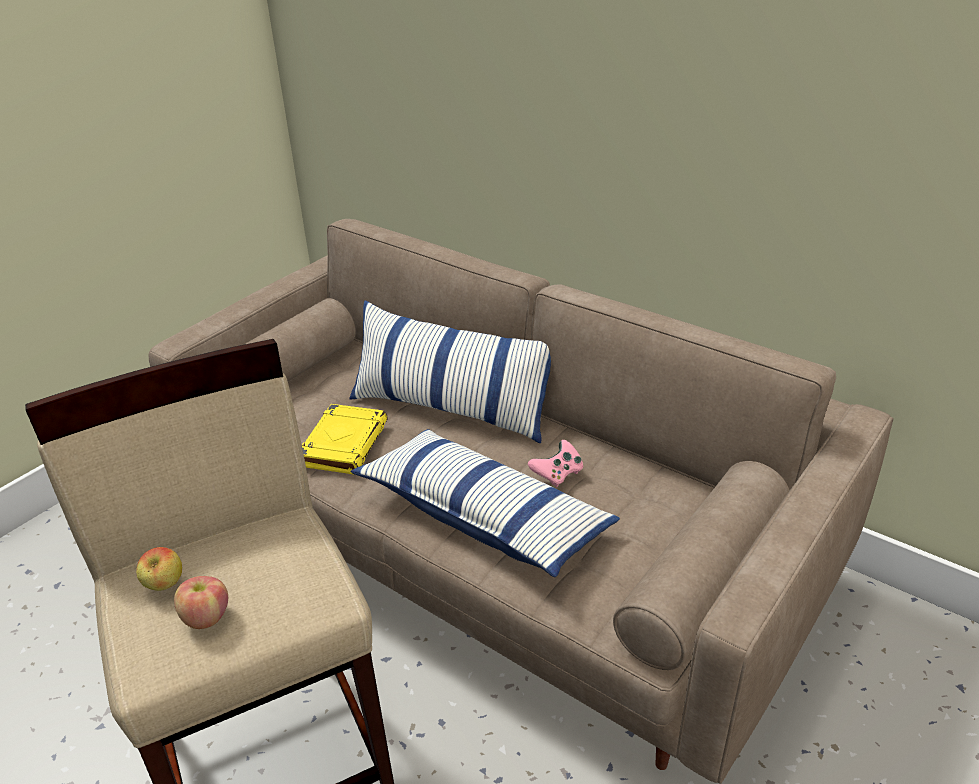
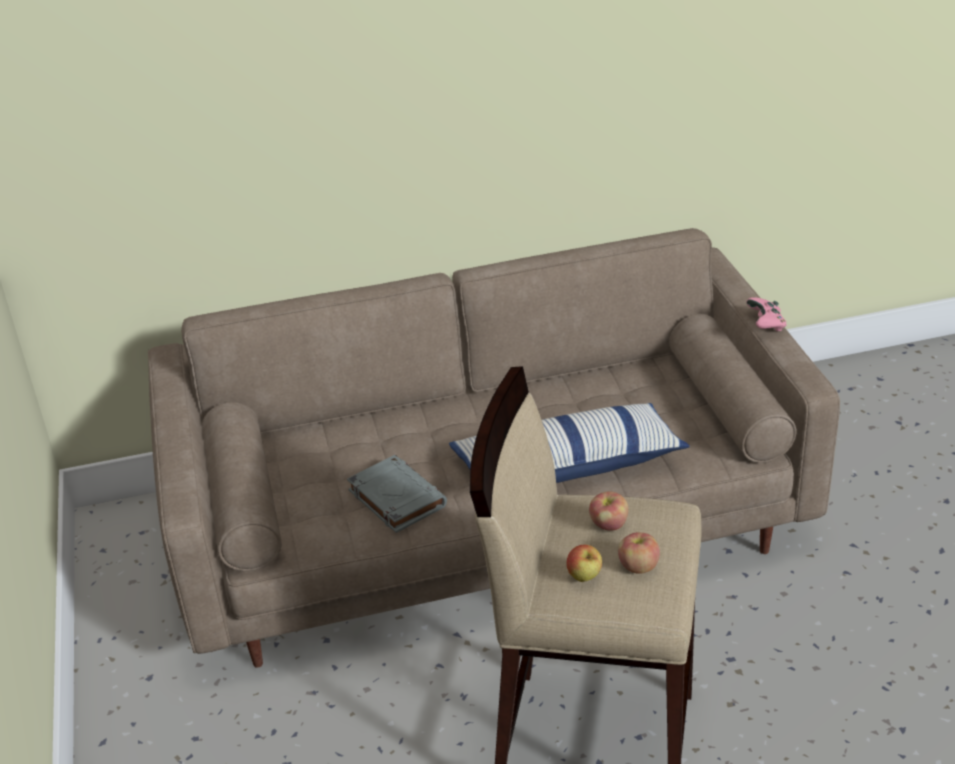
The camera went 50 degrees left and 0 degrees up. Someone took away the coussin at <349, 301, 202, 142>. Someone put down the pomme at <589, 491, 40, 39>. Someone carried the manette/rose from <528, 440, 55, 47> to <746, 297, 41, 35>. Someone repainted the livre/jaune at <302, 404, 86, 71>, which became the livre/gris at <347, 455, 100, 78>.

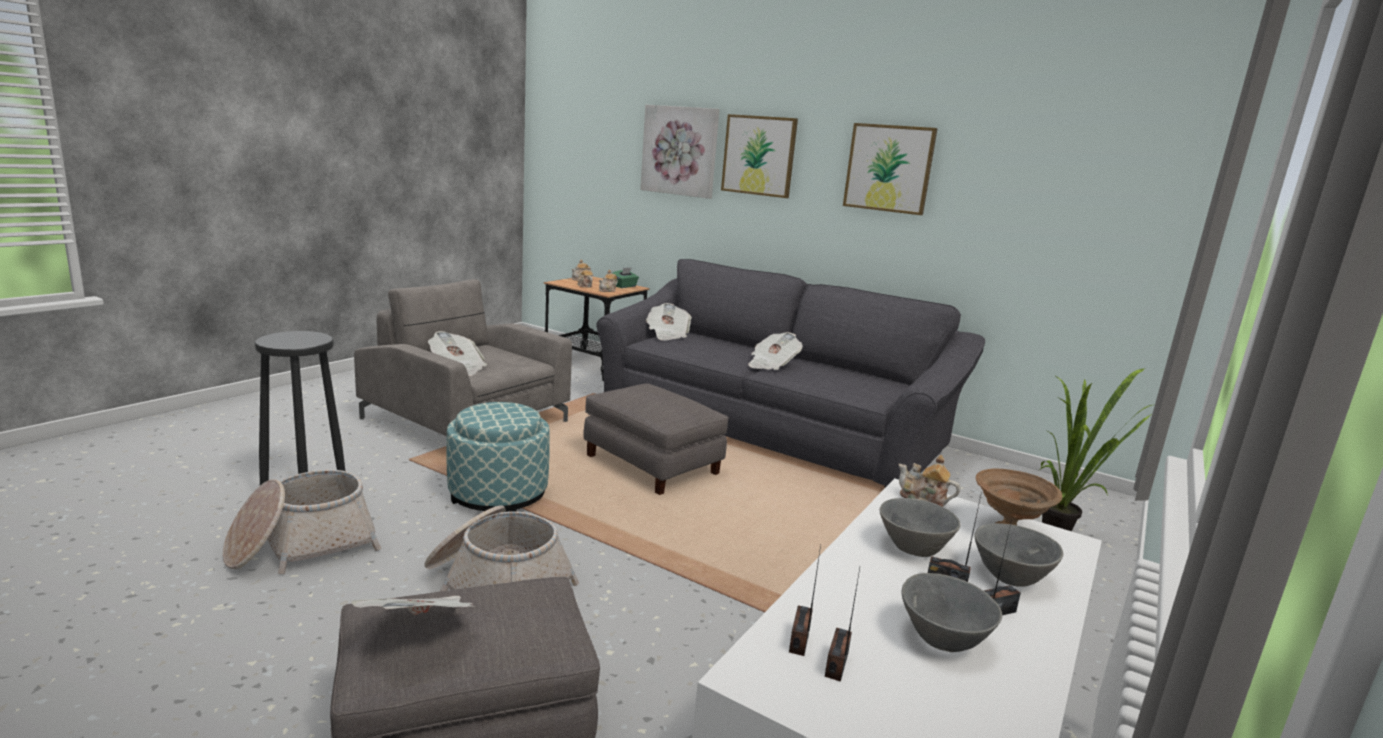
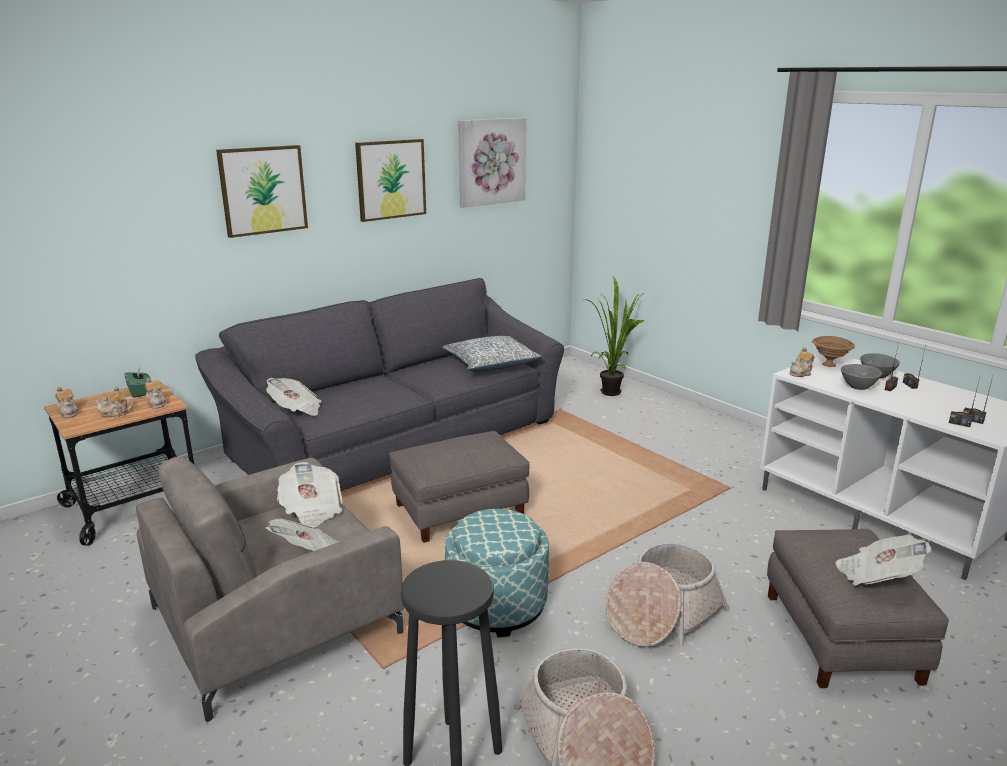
The camera went 70 degrees left and 5 degrees up. Someone took away the bol/gris at <901, 573, 101, 79>. Someone put down the coussin at <443, 336, 99, 36>. Someone carried the tableau from <640, 105, 80, 94> to <458, 118, 68, 90>. Someone carried the journal from <748, 332, 55, 38> to <277, 462, 65, 66>.

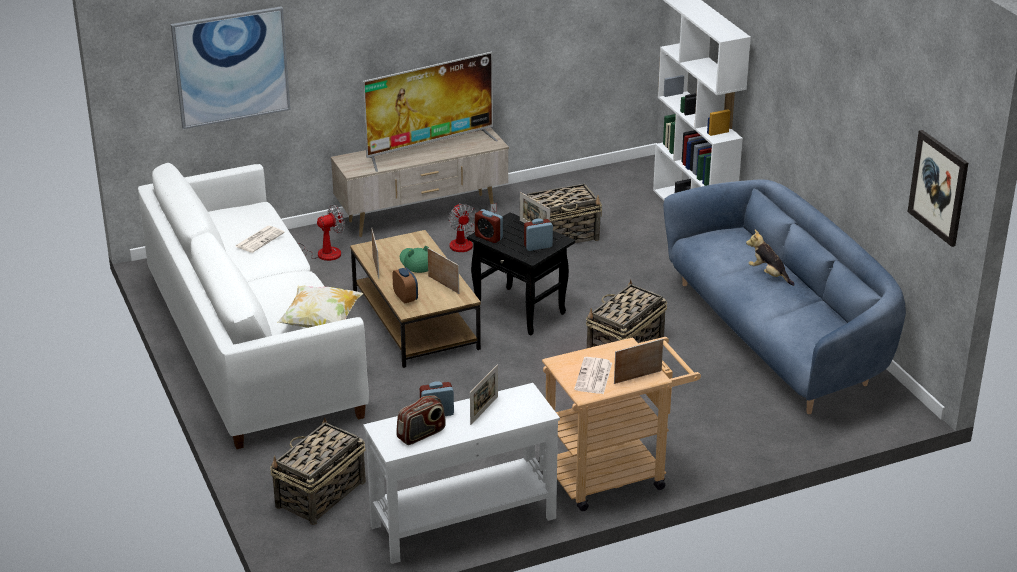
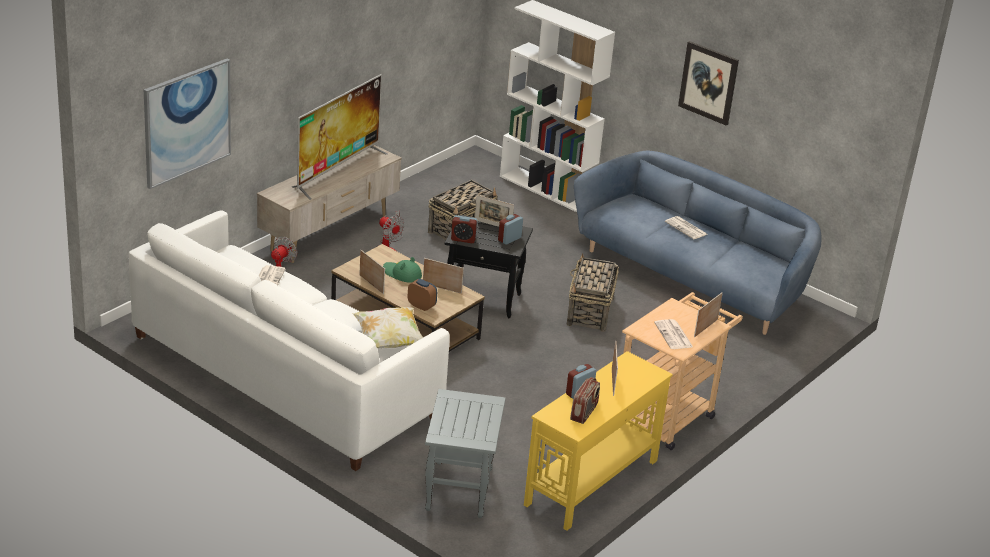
The camera went 30 degrees left and 0 degrees up. Someone carried the tableau from <908, 130, 60, 117> to <678, 41, 61, 85>. Someone swapped the panier at <270, 417, 96, 108> for the table d'appoint/gris at <425, 389, 81, 129>. Someone swapped the peluche at <746, 230, 49, 56> for the journal at <665, 216, 42, 23>. Someone repainted the table console/blanc at <363, 383, 197, 181>, which became the table console/jaune at <524, 351, 149, 180>.

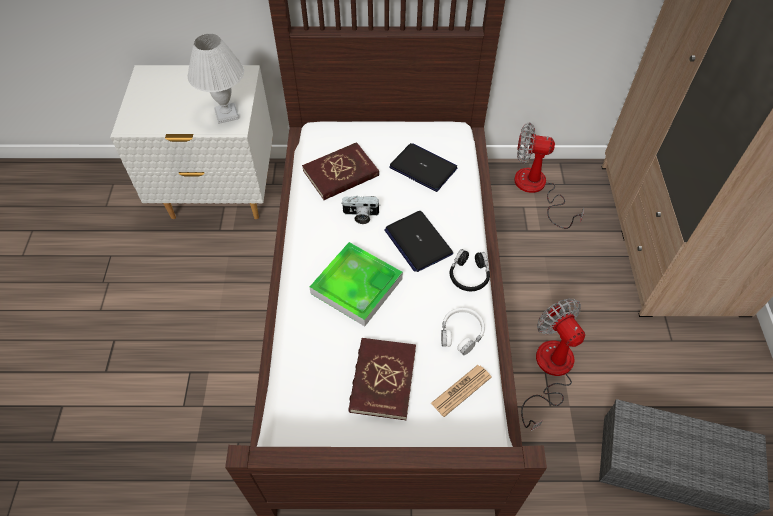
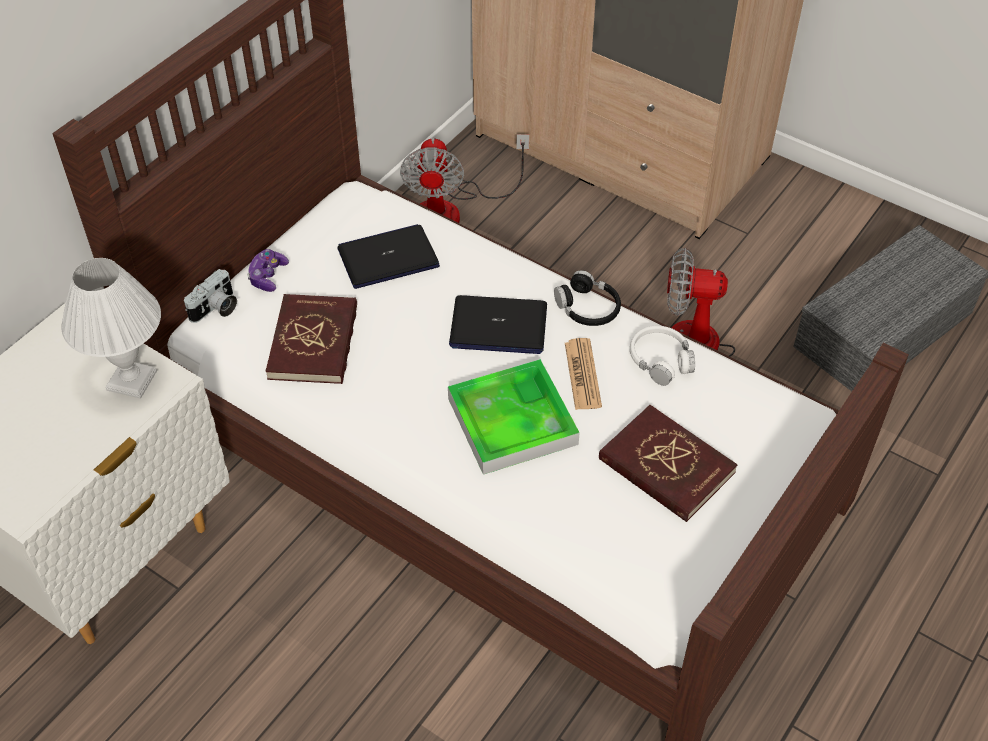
The camera went 55 degrees left and 5 degrees down. Someone put down the manette at <247, 249, 42, 43>. Someone carried the appareil photo from <341, 196, 39, 28> to <184, 269, 53, 54>. Someone carried the journal from <431, 365, 61, 52> to <565, 338, 37, 72>. Someone rotated the ventilateur at <514, 123, 70, 106> by 45 degrees counterclockwise.

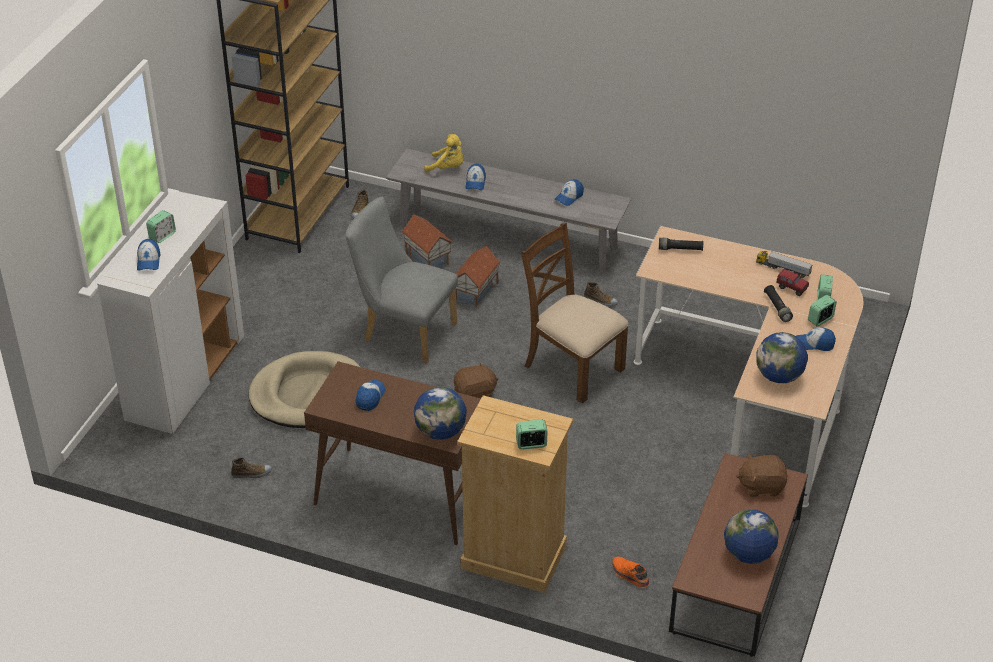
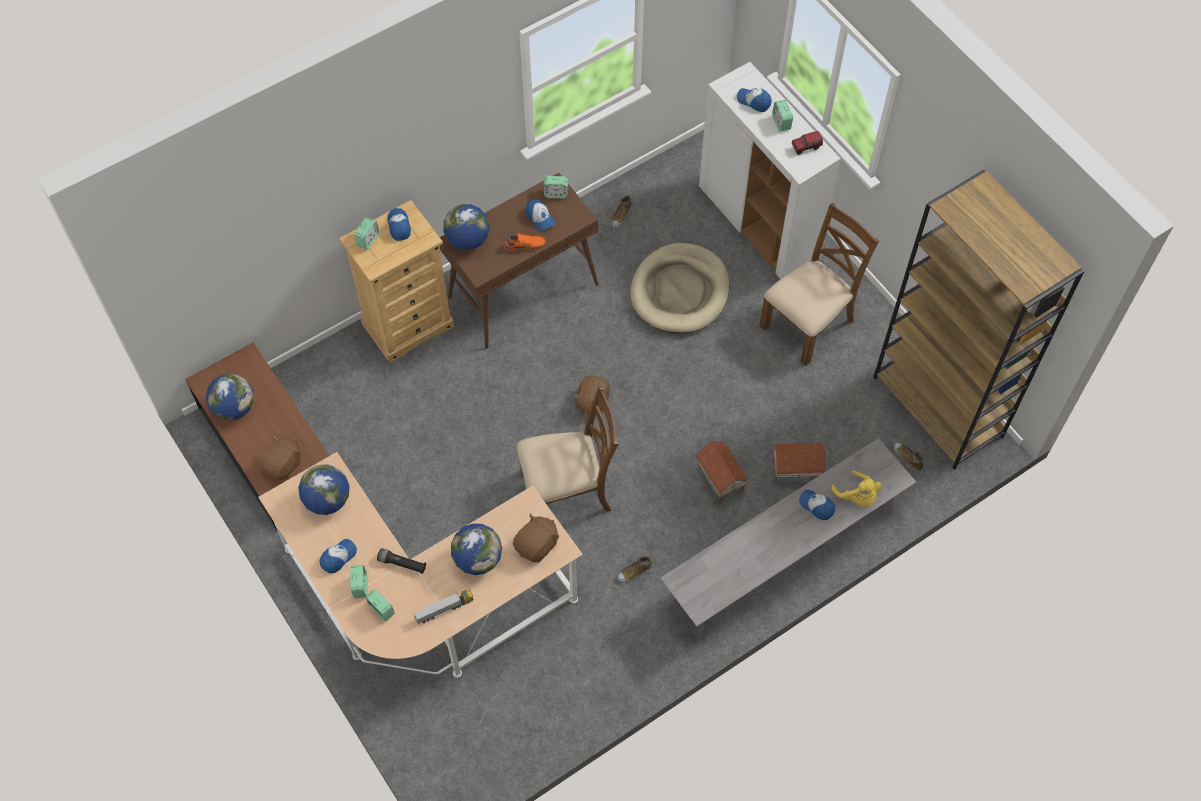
The camera went 125 degrees right and 20 degrees up. Someone took away the chaise/gris at <346, 197, 112, 167>. Someone put down the globe at <451, 524, 51, 51>. Someone put down the réveil at <543, 176, 25, 23>. Someone put down the chaise/marron at <759, 203, 120, 163>. Someone carried the casquette from <554, 179, 30, 27> to <388, 208, 23, 33>. Someone carried the chaussure/orange from <612, 556, 38, 32> to <504, 233, 42, 18>. Someone carried the camion jouet from <776, 269, 33, 27> to <792, 131, 31, 24>. Someone swapped the lampe de poche/noir at <659, 238, 44, 13> for the peluche/marron at <513, 514, 46, 49>. Someone rotated the peluche/jaune at <424, 134, 39, 38> by 90 degrees counterclockwise.

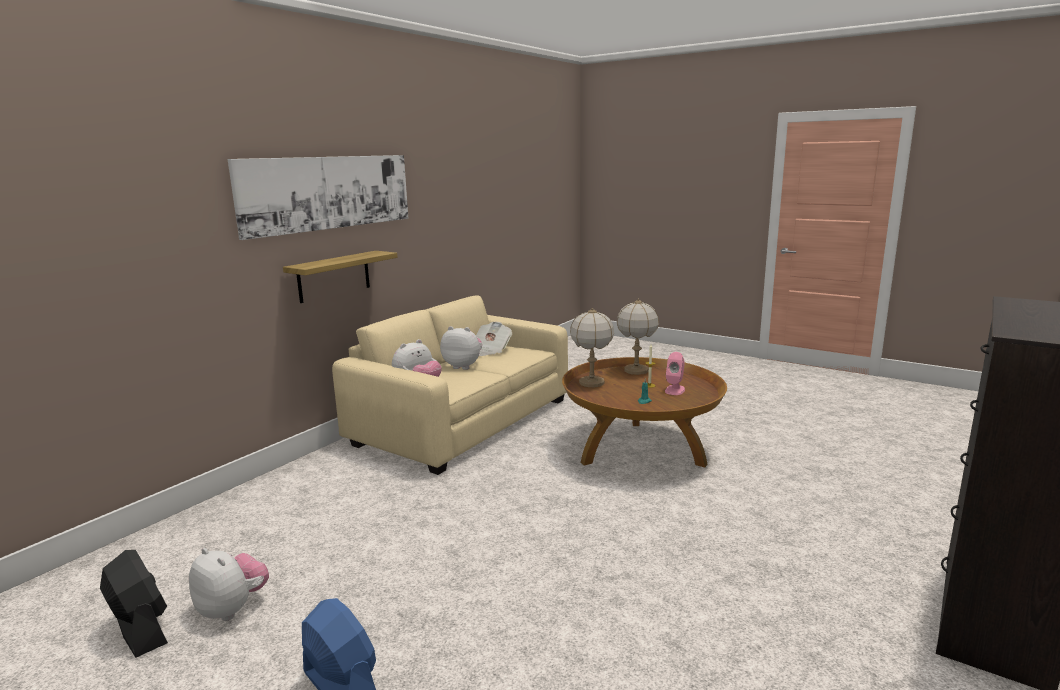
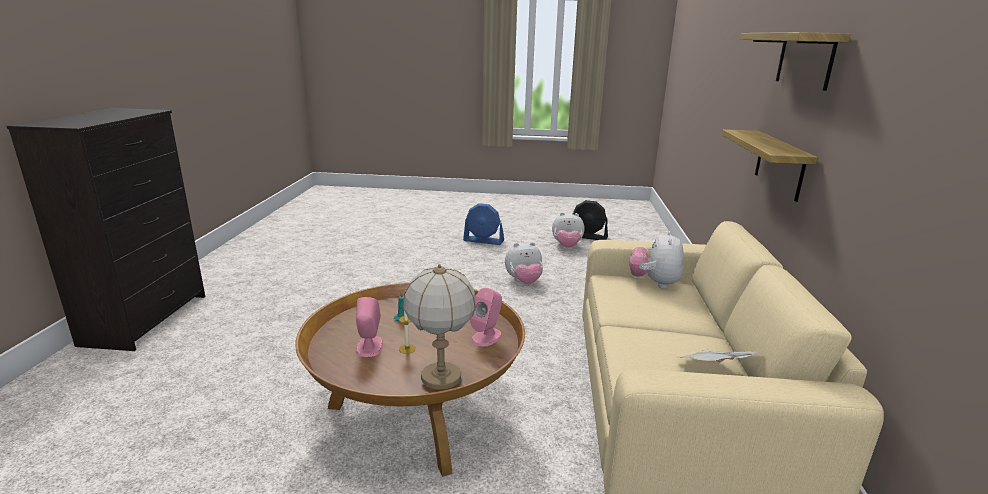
The camera went 150 degrees right and 5 degrees up. Someone carried the peluche from <440, 326, 42, 44> to <505, 242, 38, 42>. Someone swapped the tableau at <228, 155, 180, 85> for the étagère at <740, 32, 111, 59>. Someone swapped the lampe de table at <570, 308, 44, 79> for the enceinte/rose at <470, 288, 32, 59>.

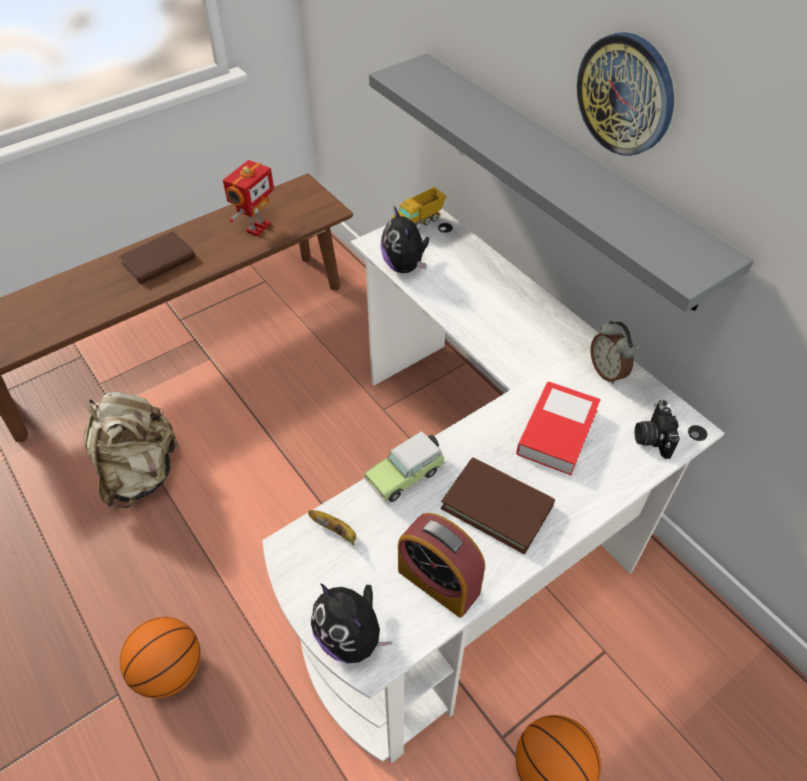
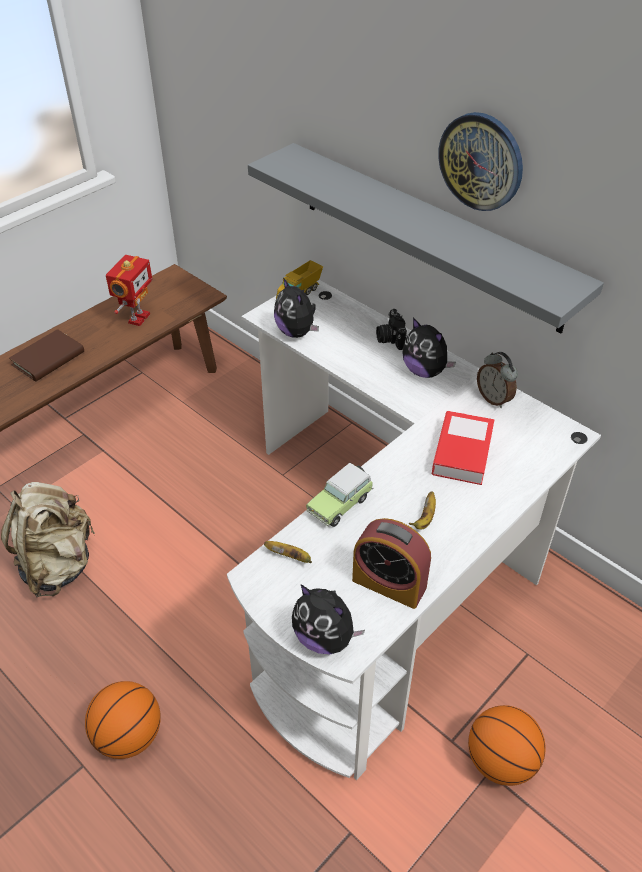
The camera went 10 degrees left and 5 degrees down. Someone put down the peluche at <403, 318, 53, 60>. Someone carried the appareil photo from <635, 400, 45, 59> to <376, 309, 31, 41>. Someone swapped the livre/marron at <441, 457, 114, 97> for the banane at <409, 491, 27, 39>.

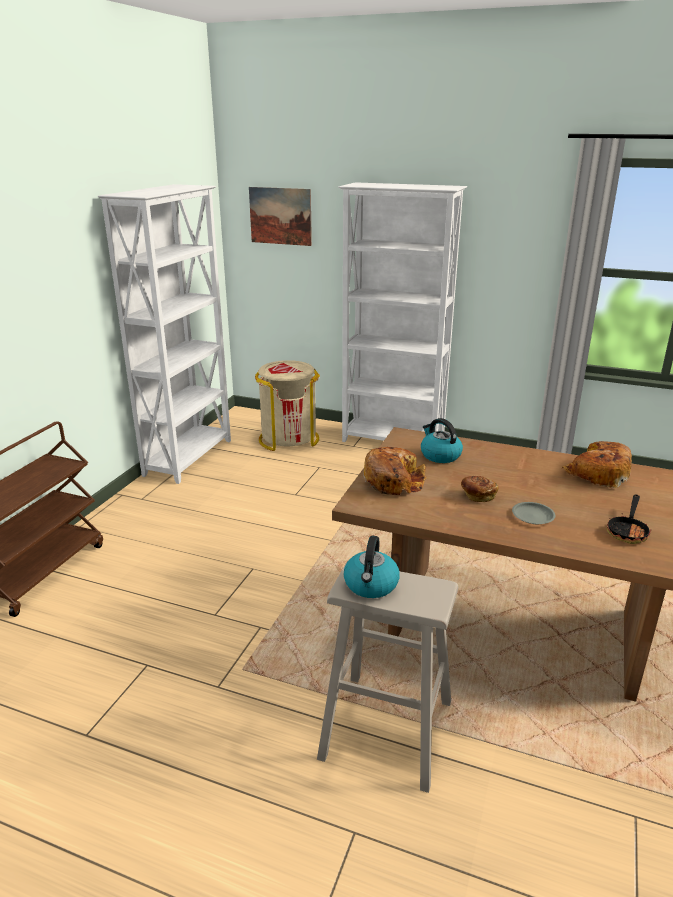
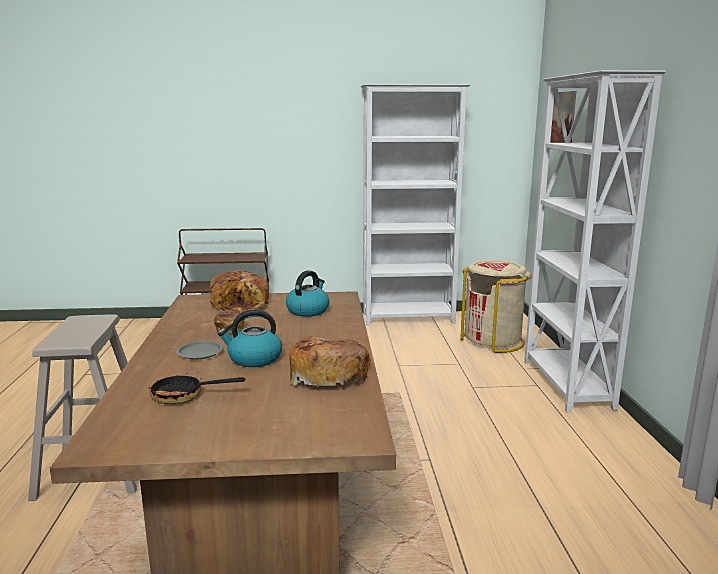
The camera went 65 degrees right and 10 degrees down. Someone carried the bouilloire from <344, 536, 56, 62> to <218, 309, 64, 58>.

